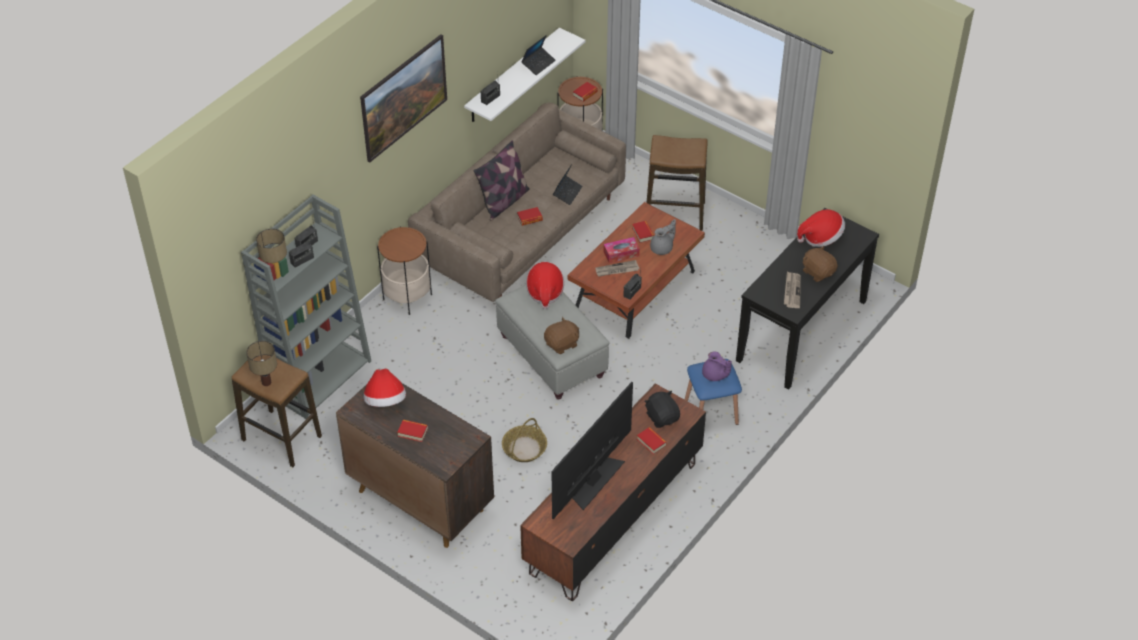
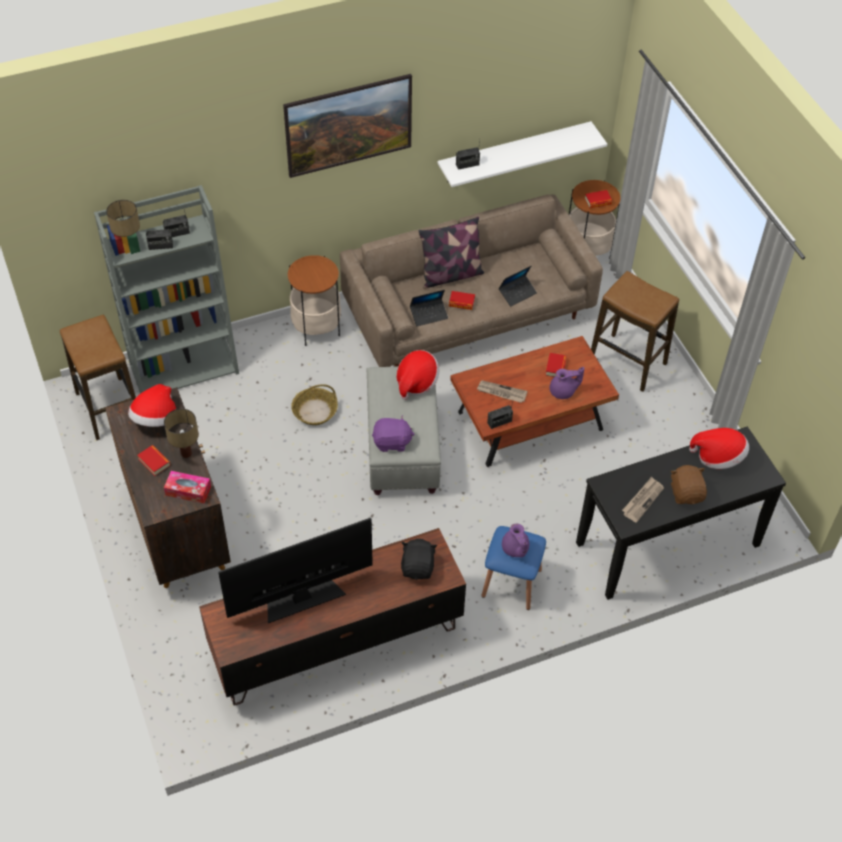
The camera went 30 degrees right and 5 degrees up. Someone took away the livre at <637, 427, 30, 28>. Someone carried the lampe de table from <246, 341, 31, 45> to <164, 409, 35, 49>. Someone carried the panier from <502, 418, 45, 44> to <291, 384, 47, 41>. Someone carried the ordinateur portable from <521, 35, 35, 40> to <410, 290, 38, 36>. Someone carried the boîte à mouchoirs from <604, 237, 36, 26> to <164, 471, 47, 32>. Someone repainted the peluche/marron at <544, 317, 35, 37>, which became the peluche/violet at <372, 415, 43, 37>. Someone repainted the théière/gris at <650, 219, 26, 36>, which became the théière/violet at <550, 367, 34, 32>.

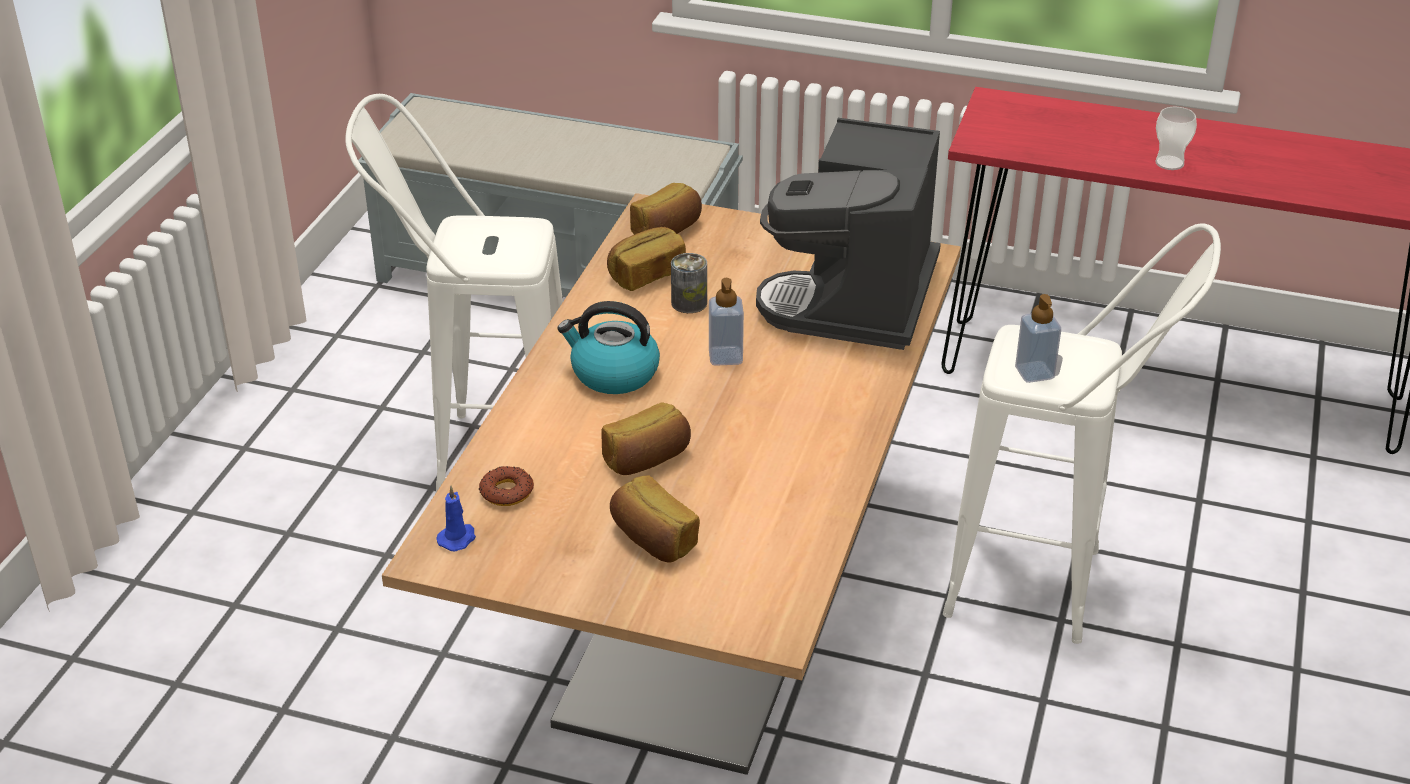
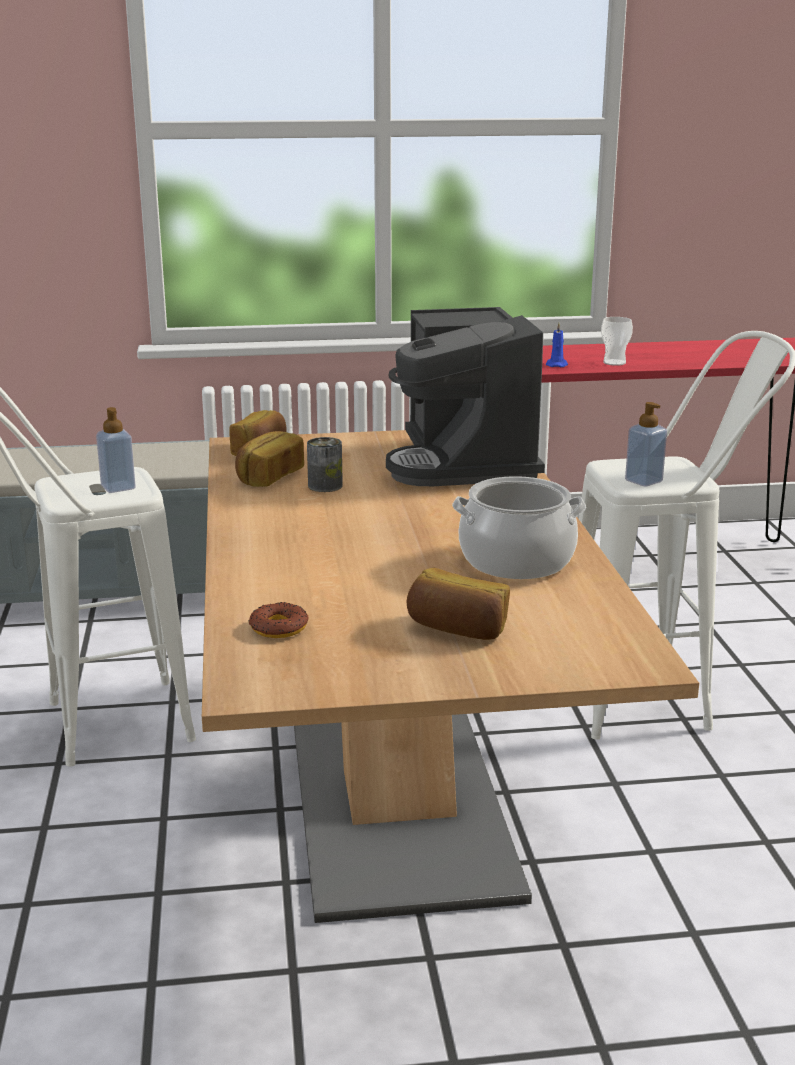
The camera went 25 degrees left and 15 degrees down. Someone took away the bouilloire at <557, 301, 103, 93>. Someone took away the pain at <601, 402, 90, 73>. Someone put down the marmite at <452, 476, 134, 103>. Someone carried the bougie/bleu from <436, 486, 40, 65> to <546, 323, 22, 44>. Someone carried the distributeur de savon from <709, 278, 35, 88> to <96, 407, 40, 86>.

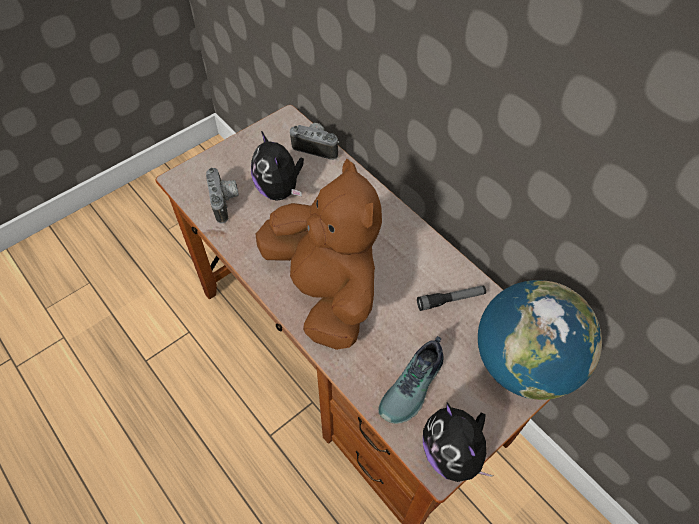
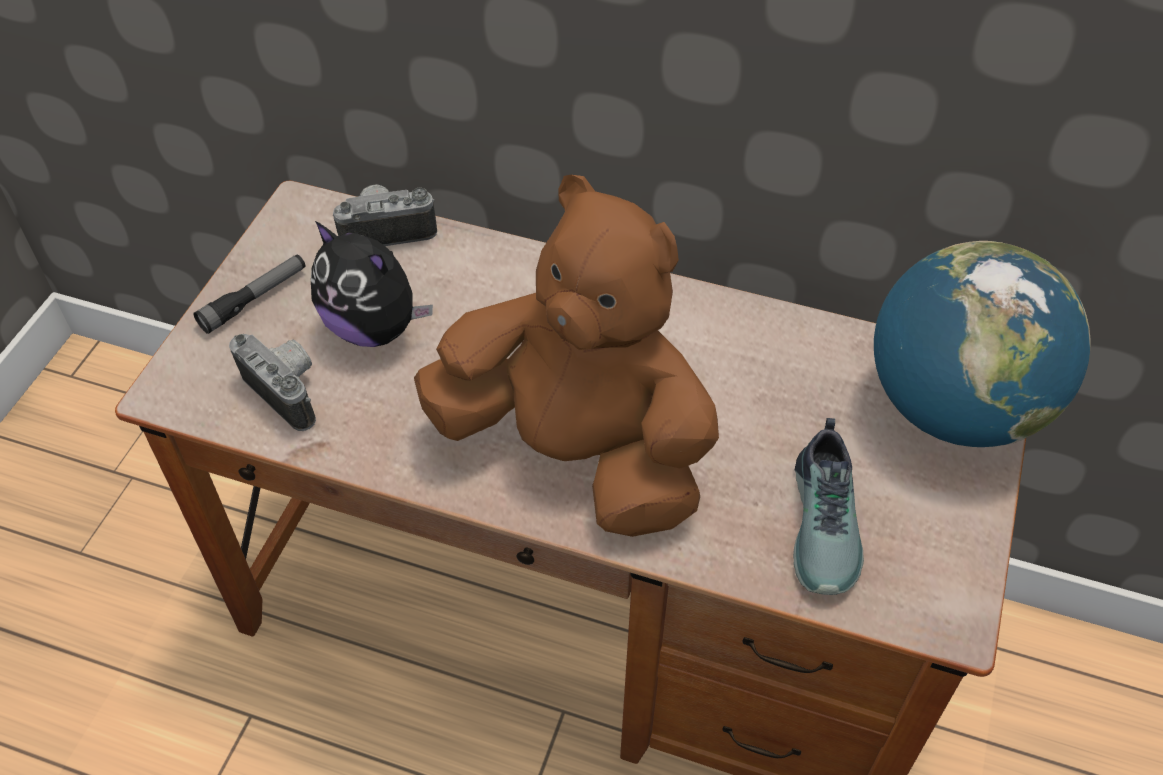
The camera went 30 degrees left and 5 degrees down. Someone took away the peluche at <423, 403, 70, 79>. Someone carried the lampe de poche from <417, 285, 69, 26> to <193, 254, 112, 80>.

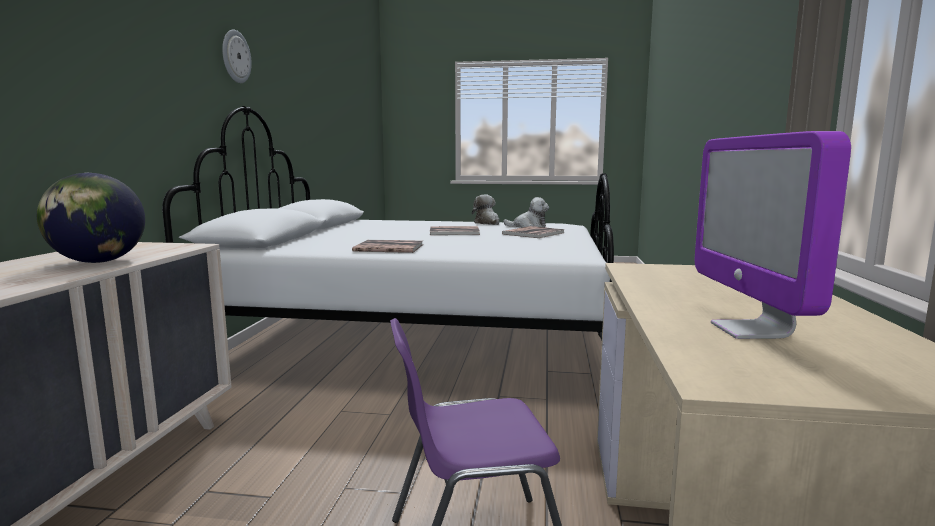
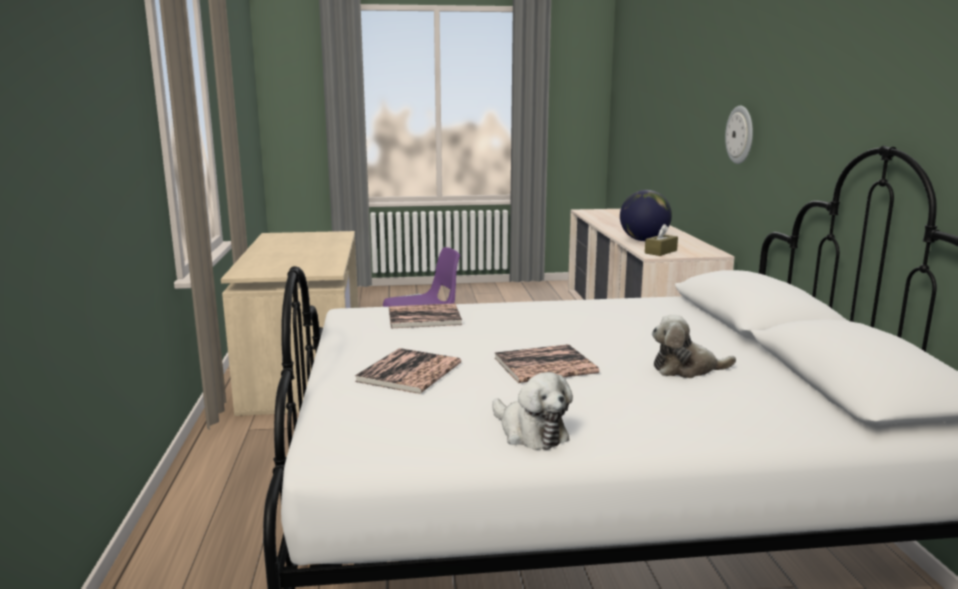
The camera went 165 degrees right and 5 degrees up. Someone took away the écran d'ordinateur at <695, 131, 156, 208>. Someone put down the boîte à mouchoirs/marron at <645, 224, 33, 32>. Someone carried the horloge murale from <222, 30, 30, 53> to <725, 106, 28, 58>. Someone carried the livre from <352, 240, 71, 13> to <389, 303, 73, 25>. Someone carried the peluche from <503, 197, 46, 31> to <652, 314, 84, 64>.

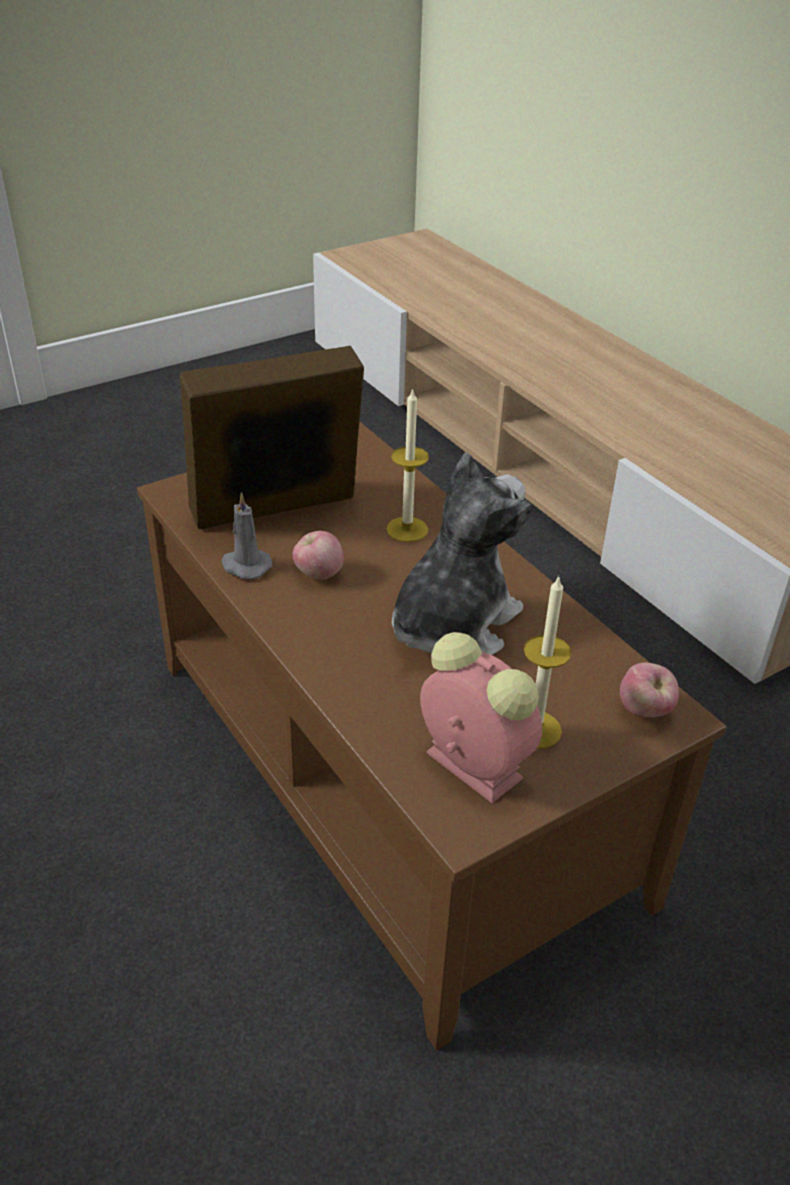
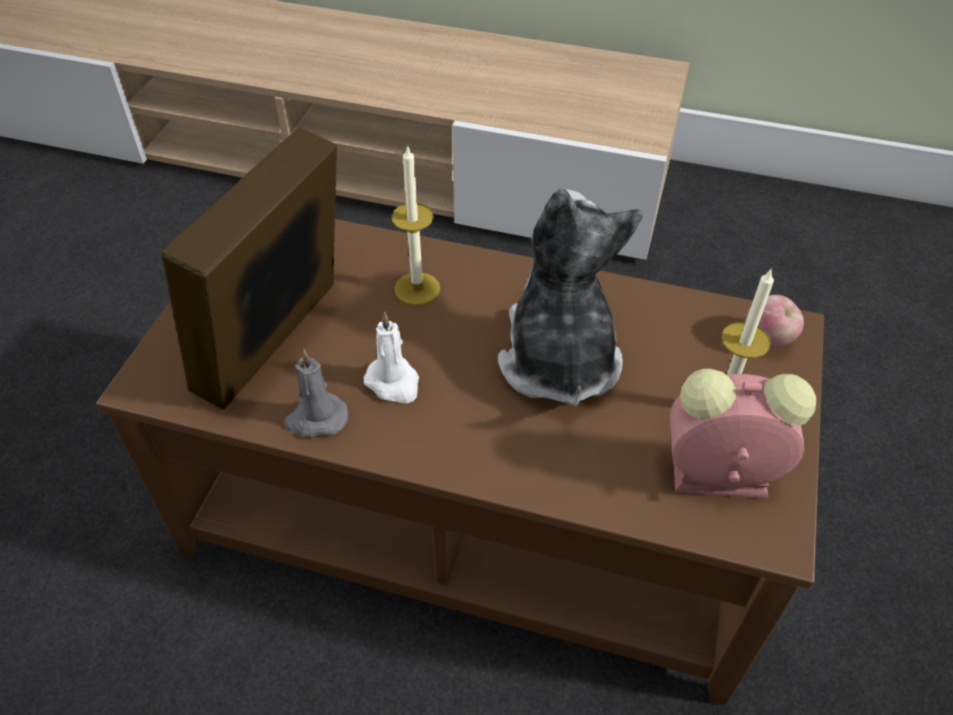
The camera went 40 degrees left and 10 degrees up. Someone swapped the pomme at <293, 531, 51, 49> for the bougie/blanc at <364, 312, 55, 91>.

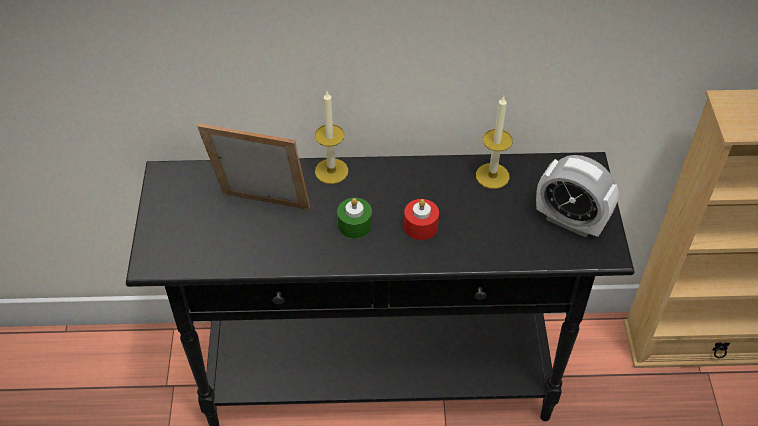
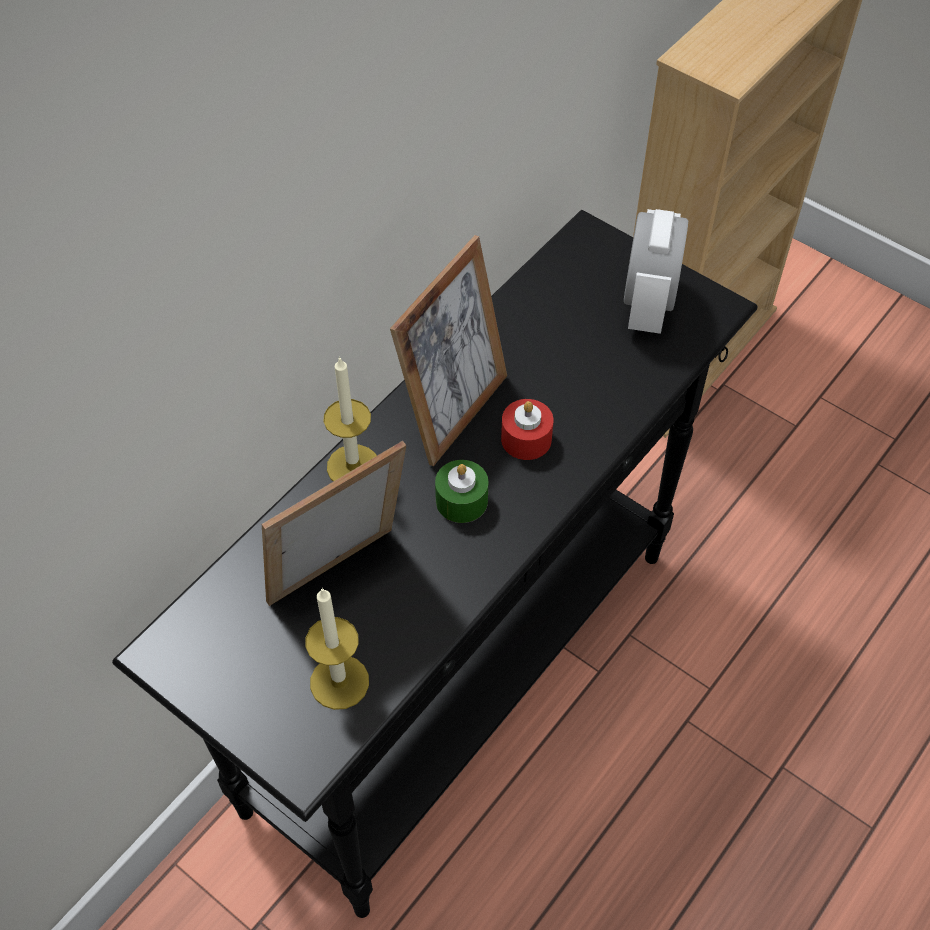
The camera went 50 degrees left and 5 degrees up. Someone put down the cadre photo at <390, 235, 117, 231>. Someone carried the bougie from <476, 96, 37, 93> to <305, 588, 64, 122>. Someone rotated the réveil at <536, 155, 83, 82> by 60 degrees counterclockwise.

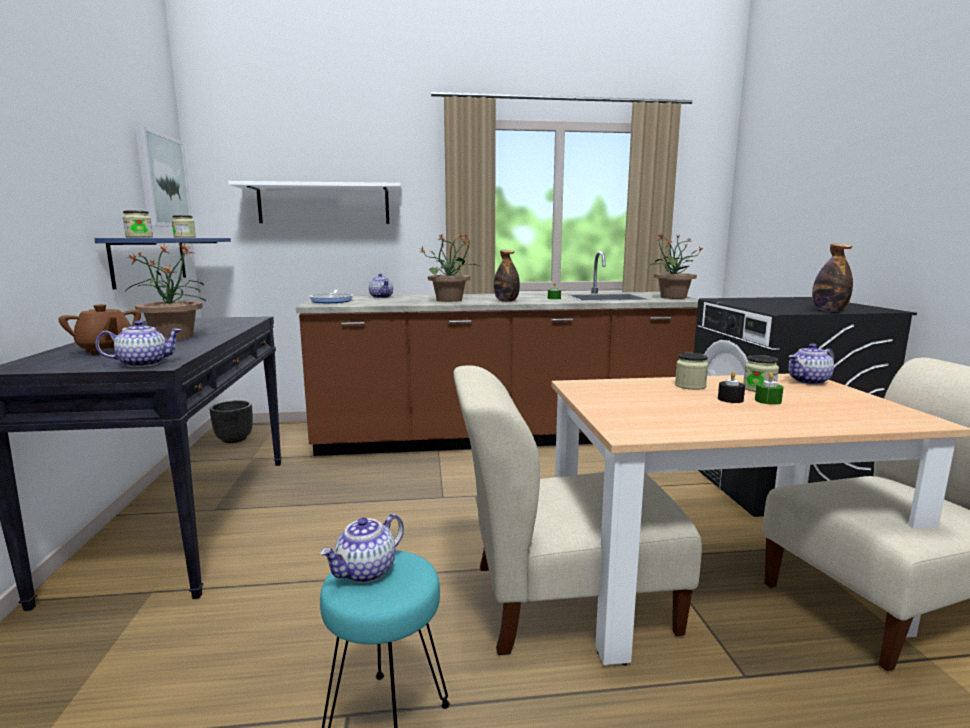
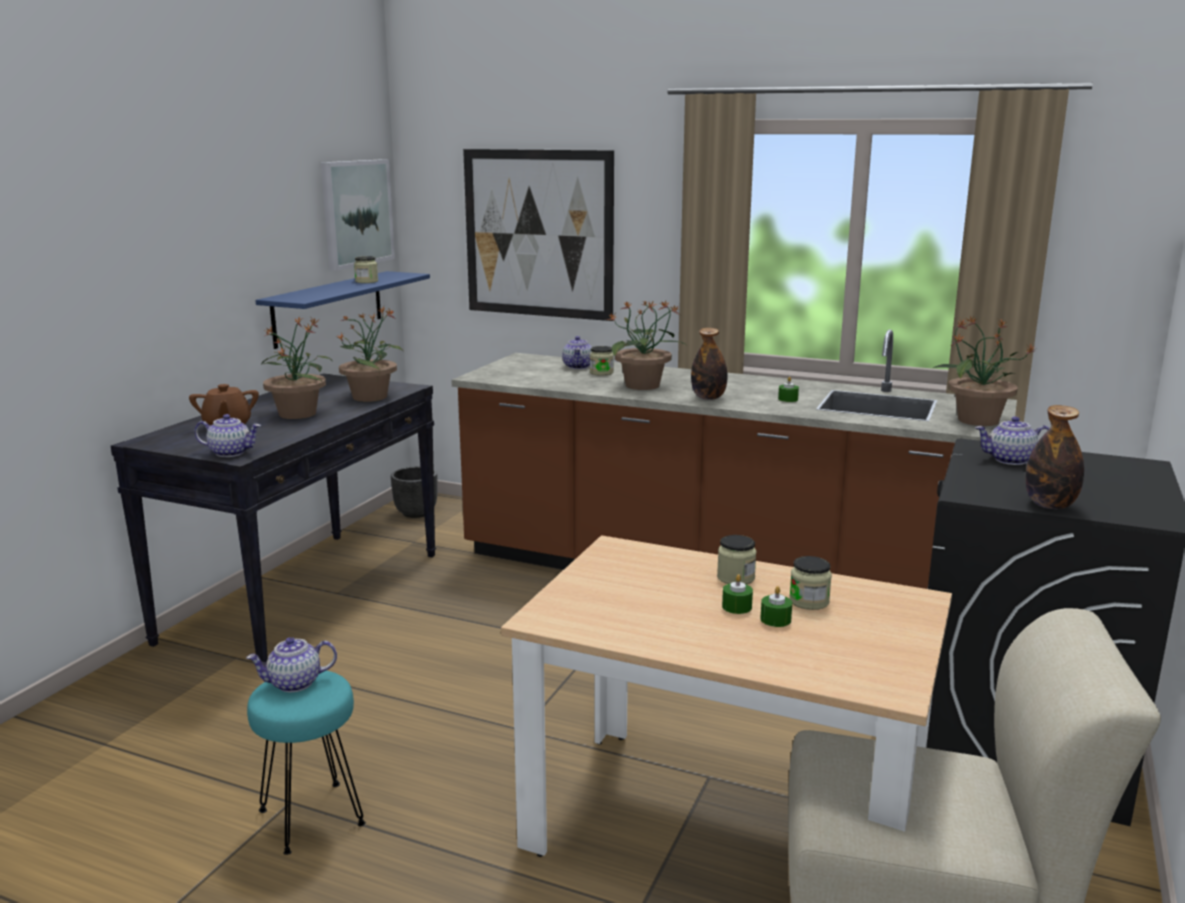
The camera went 30 degrees right and 5 degrees up. Someone took away the poêle at <309, 290, 44, 13>. Someone took away the chaise/beige at <453, 365, 249, 290>. Someone put down the plante en pot at <337, 307, 67, 95>. Someone carried the bocal from <123, 211, 30, 26> to <590, 346, 24, 30>. Someone carried the théière from <788, 344, 46, 41> to <975, 416, 75, 49>. Someone swapped the étagère/blanc at <228, 181, 174, 43> for the tableau at <463, 149, 151, 172>. Someone repainted the bougie/noir at <718, 372, 27, 31>, which became the bougie/vert at <722, 574, 31, 40>.

